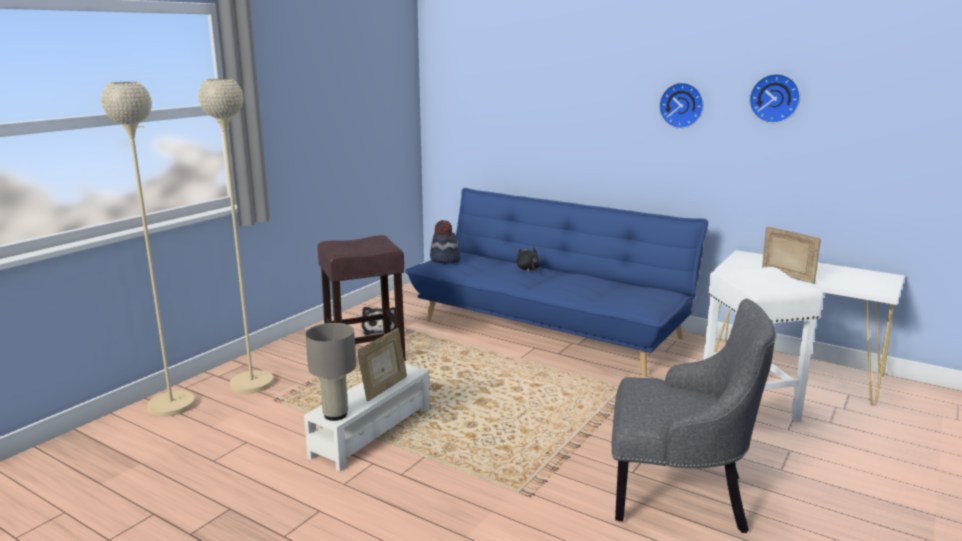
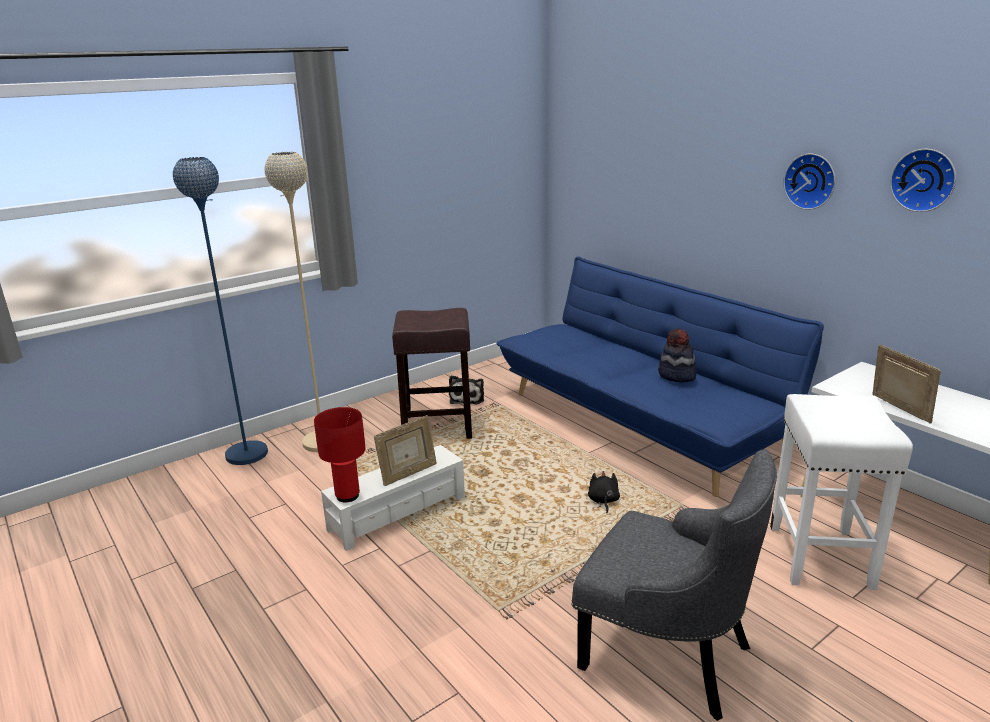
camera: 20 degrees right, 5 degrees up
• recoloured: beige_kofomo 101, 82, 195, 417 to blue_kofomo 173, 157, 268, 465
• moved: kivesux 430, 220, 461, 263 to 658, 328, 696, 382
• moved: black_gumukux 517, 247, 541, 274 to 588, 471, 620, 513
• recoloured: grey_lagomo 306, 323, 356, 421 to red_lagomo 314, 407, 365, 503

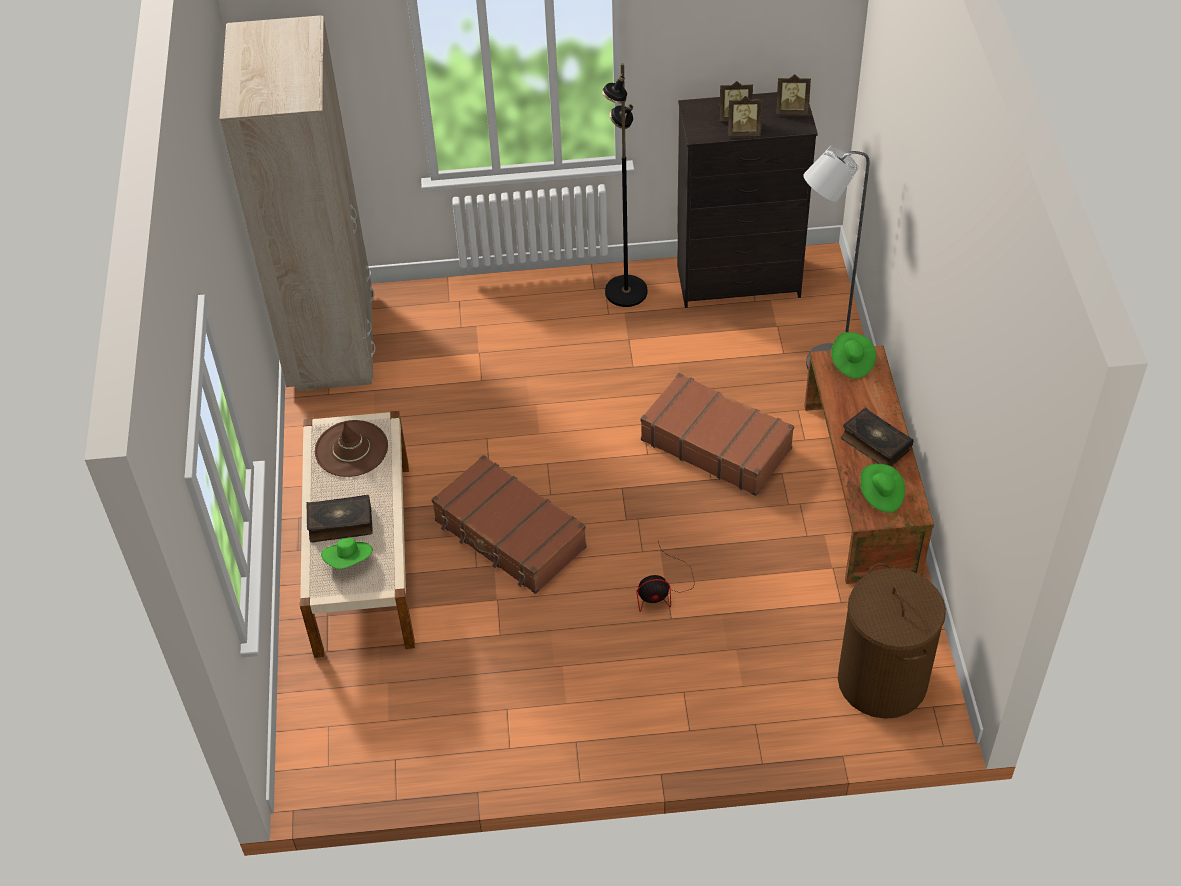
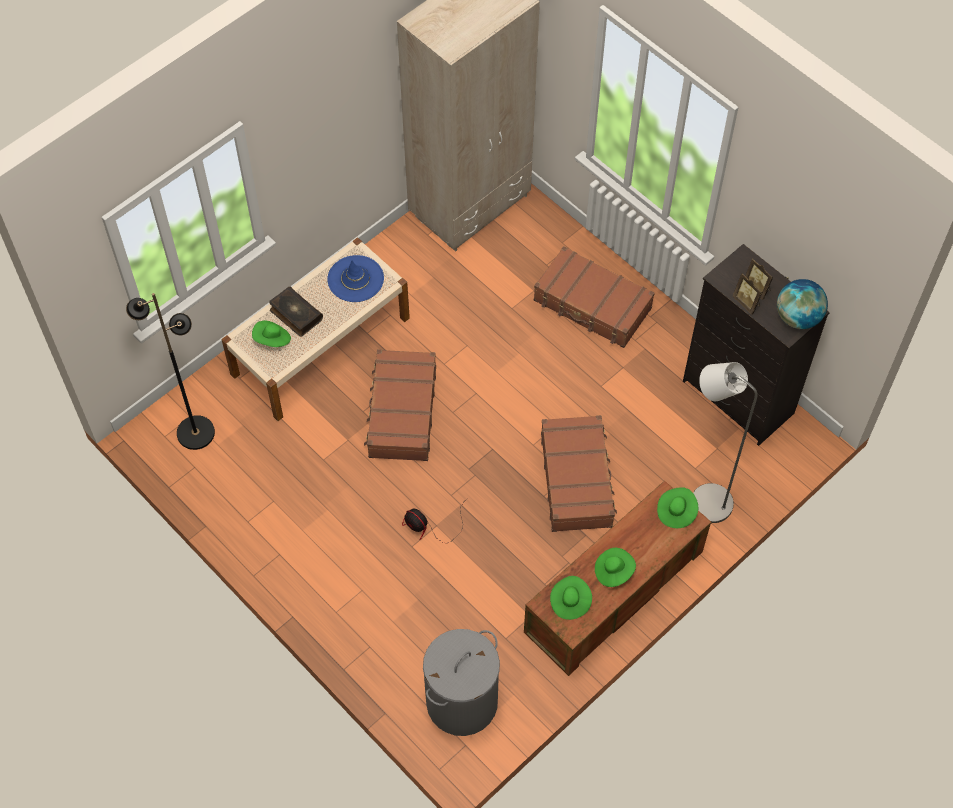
camera: 50 degrees right, 10 degrees up
• moved: black_kofomo 602, 63, 648, 307 to 126, 293, 215, 450
• replaced: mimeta 776, 74, 811, 115 to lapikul 777, 279, 828, 329
• replaced: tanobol 841, 408, 914, 467 to green_kivesux 595, 548, 636, 587
• recoloured: brown_kivesux 315, 420, 388, 477 to blue_kivesux 327, 255, 384, 302
• recoloured: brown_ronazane 838, 563, 946, 719 to grey_ronazane 423, 629, 500, 736
• added: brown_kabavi 534, 246, 655, 348

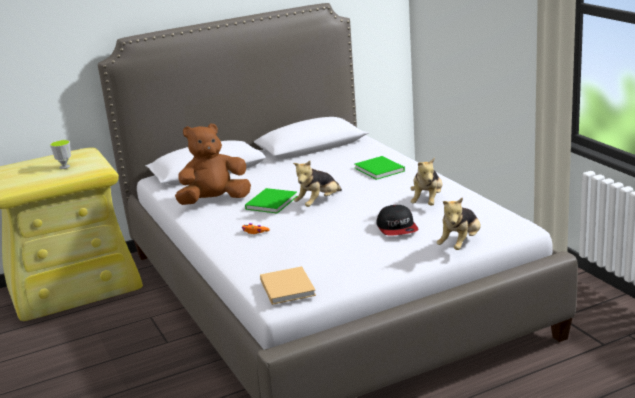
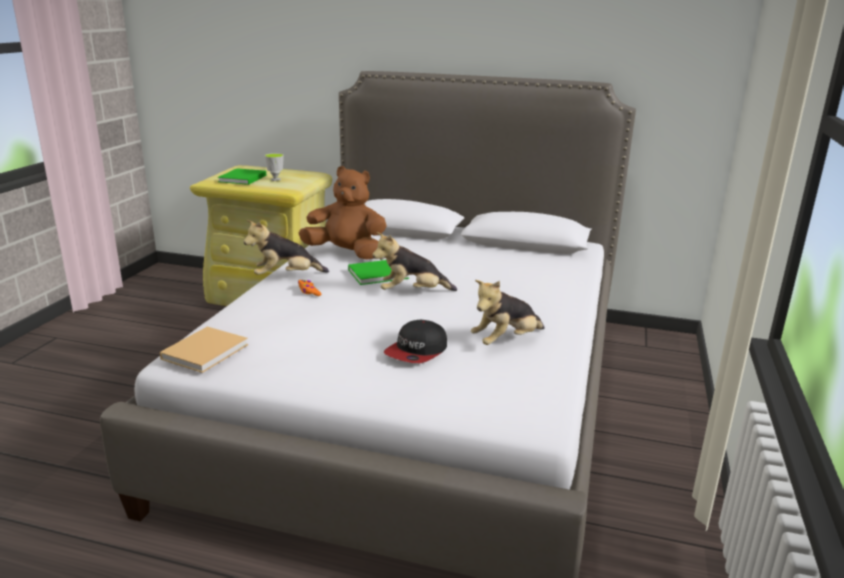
camera: 40 degrees right, 0 degrees up
• moved: green_tanobol 355, 156, 405, 180 to 218, 168, 266, 185
• moved: gumukux 436, 197, 481, 250 to 243, 220, 329, 275

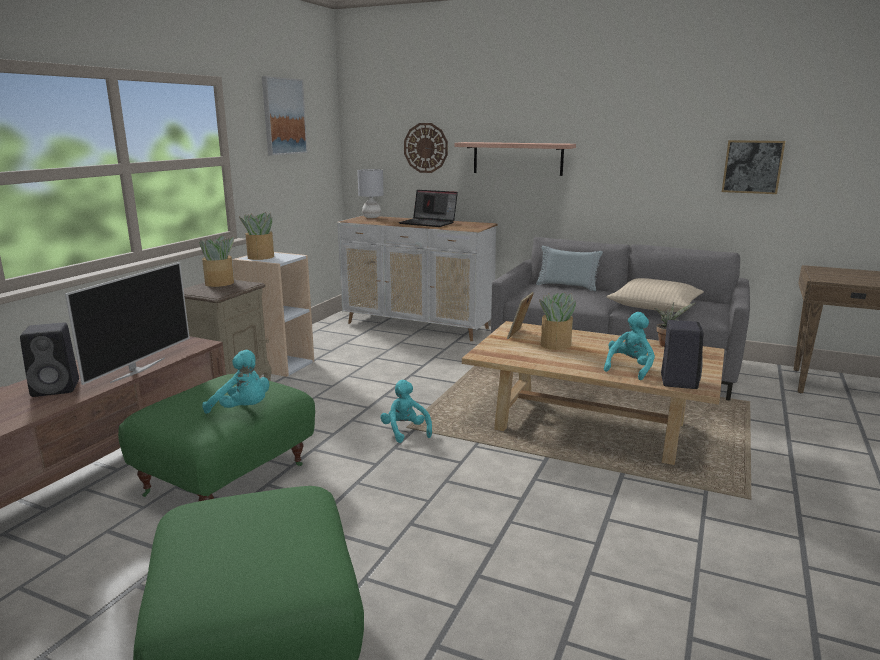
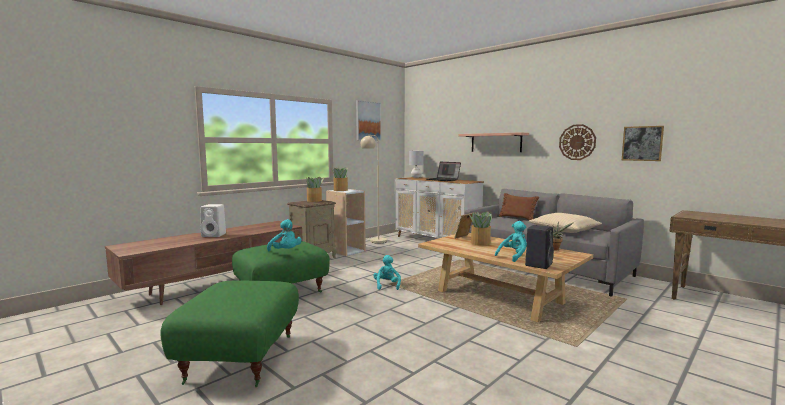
camera: 20 degrees right, 10 degrees down
• moved: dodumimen 404, 123, 448, 173 to 559, 124, 596, 160
• recoloured: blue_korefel 536, 246, 603, 292 to brown_korefel 499, 193, 539, 220
• removed: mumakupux 65, 262, 190, 385
• recoloured: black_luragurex 20, 323, 79, 397 to white_luragurex 200, 204, 226, 237
• added: beige_kofomo 361, 135, 387, 244

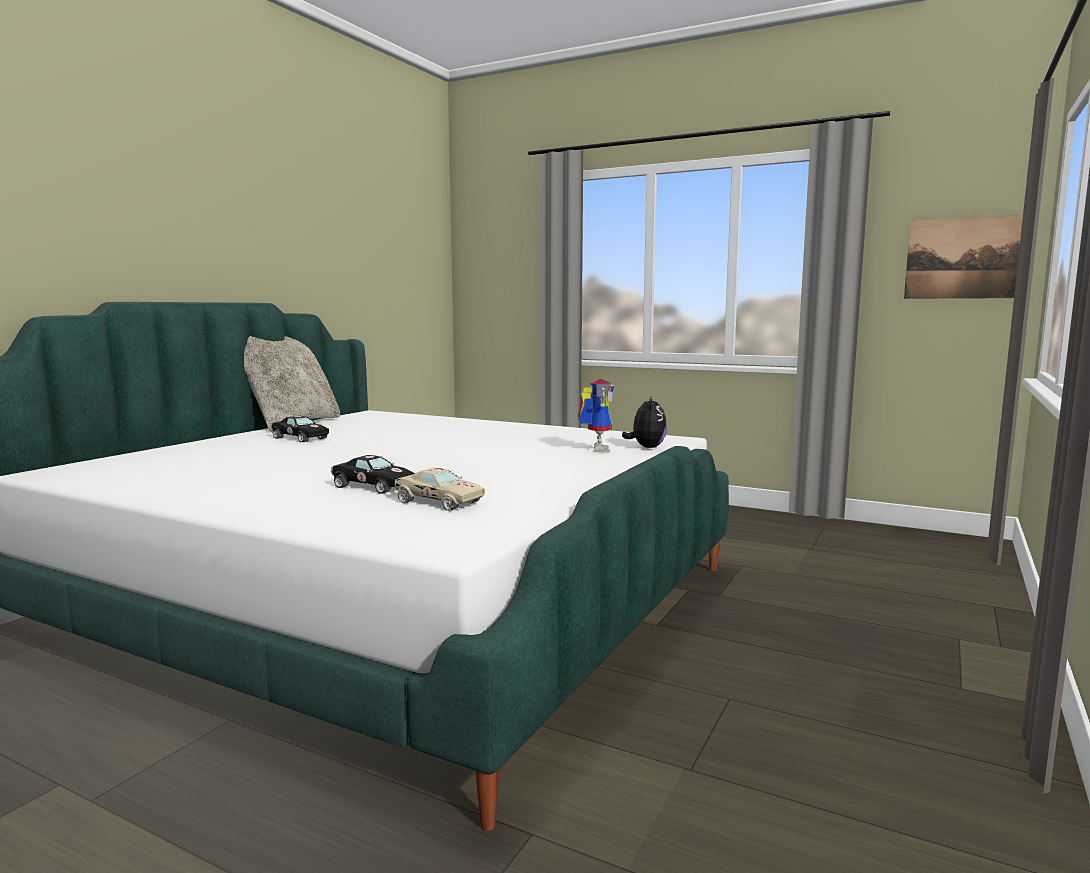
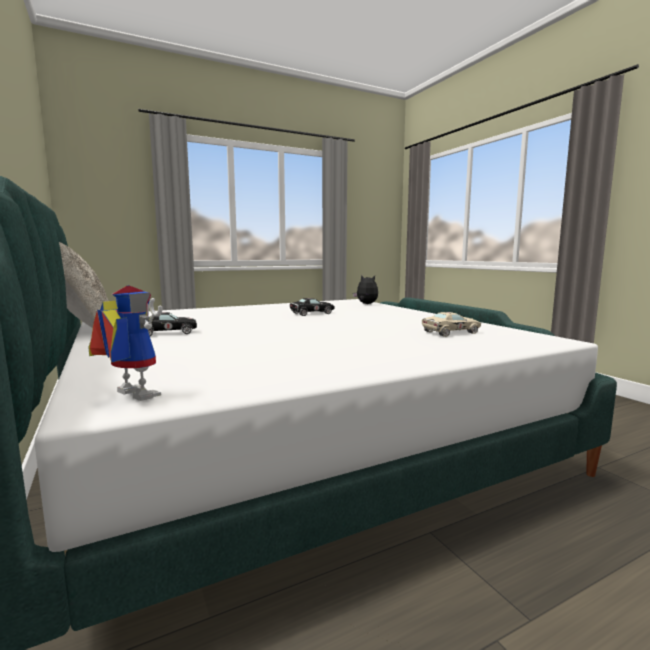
camera: 55 degrees left, 0 degrees up
• removed: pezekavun 904, 215, 1023, 299
• moved: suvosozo 578, 379, 614, 453 to 88, 286, 162, 401
• moved: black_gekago 331, 455, 415, 494 to 290, 298, 335, 316

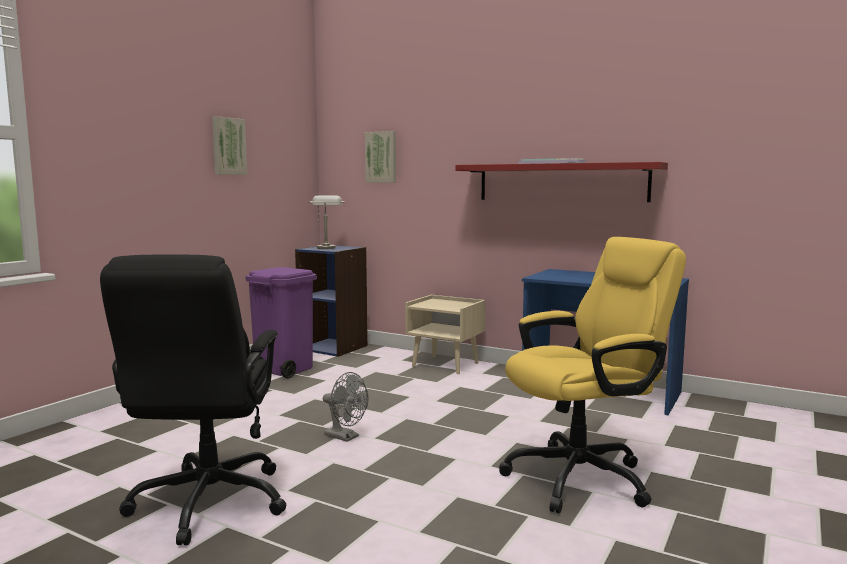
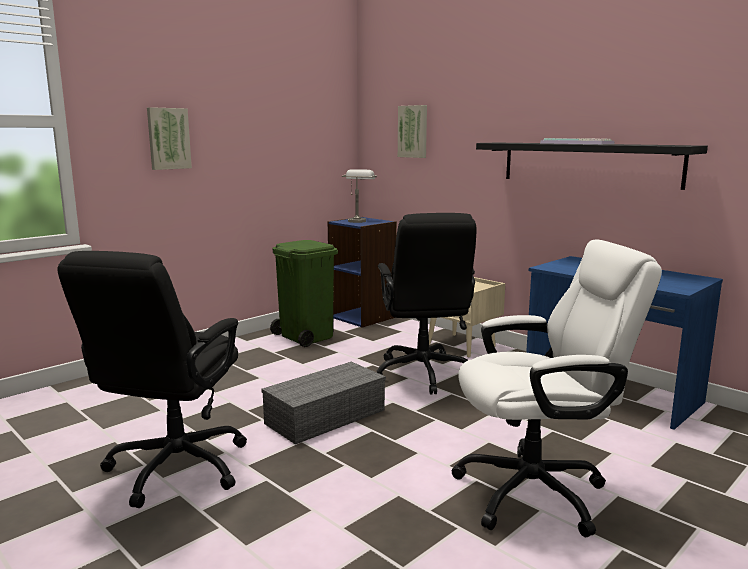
camera: 15 degrees right, 5 degrees up
• moved: pezekavun 212, 116, 247, 175 to 147, 107, 192, 170
• recoloured: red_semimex 455, 162, 668, 202 to black_semimex 476, 143, 708, 190
• recoloured: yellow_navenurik 499, 237, 686, 514 to white_navenurik 451, 239, 662, 537
• recoloured: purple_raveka 246, 267, 317, 378 to green_raveka 270, 240, 338, 347
• replaced: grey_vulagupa 323, 372, 369, 442 to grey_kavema 261, 362, 386, 444
• added: black_navenurik 377, 213, 476, 395

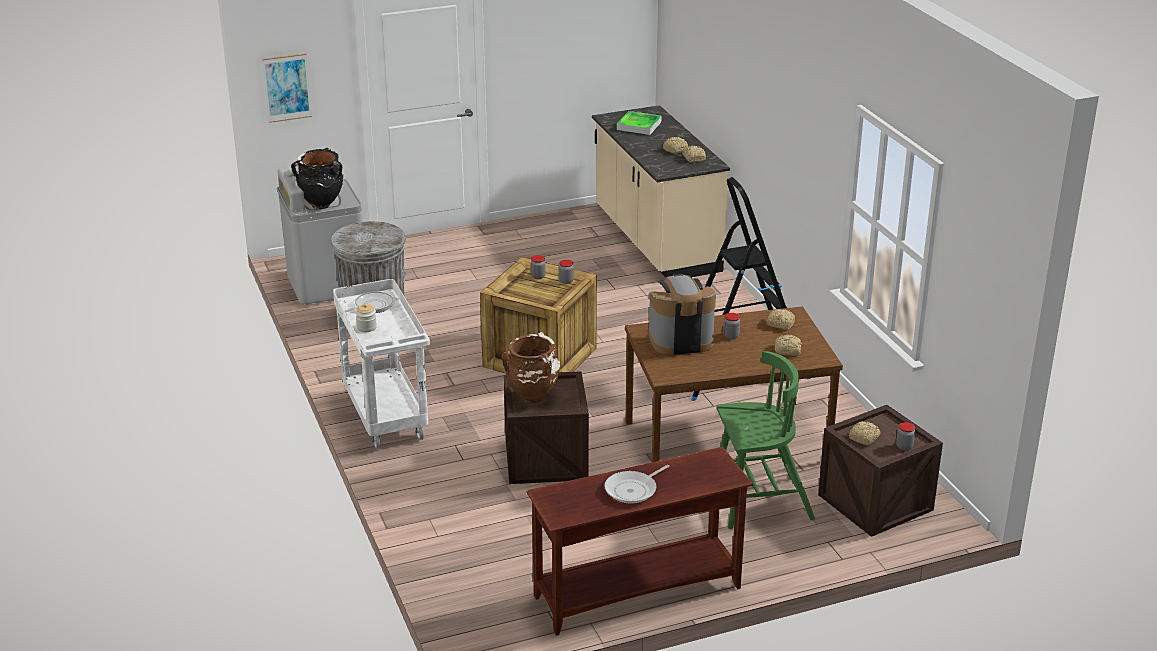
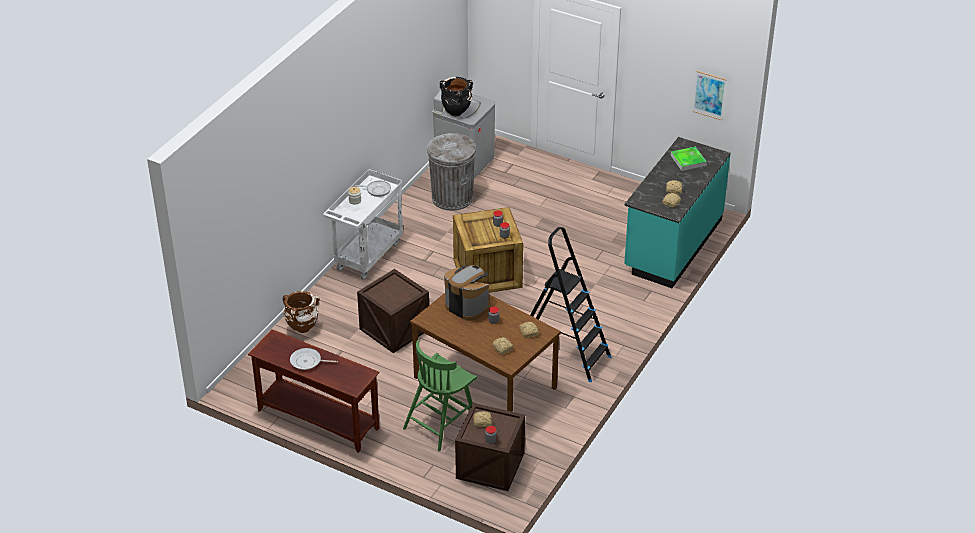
camera: 50 degrees right, 10 degrees up
• moved: pezekavun 262, 53, 312, 123 to 692, 71, 727, 120
• recoloured: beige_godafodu 592, 105, 730, 278 to turquoise_godafodu 624, 137, 731, 288
• moved: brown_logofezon 502, 332, 560, 403 to 283, 291, 320, 333
• turned: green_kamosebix 717, 351, 815, 529 = 403, 340, 477, 451 90 degrees clockwise

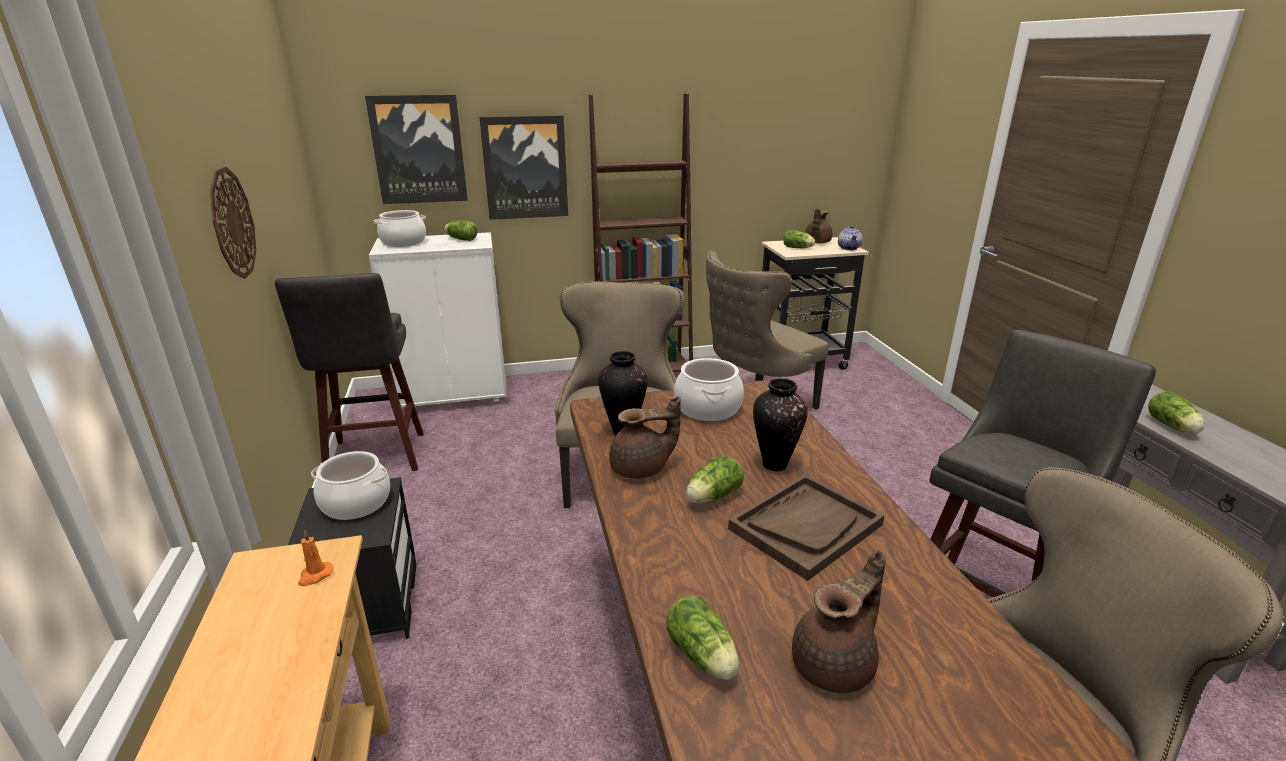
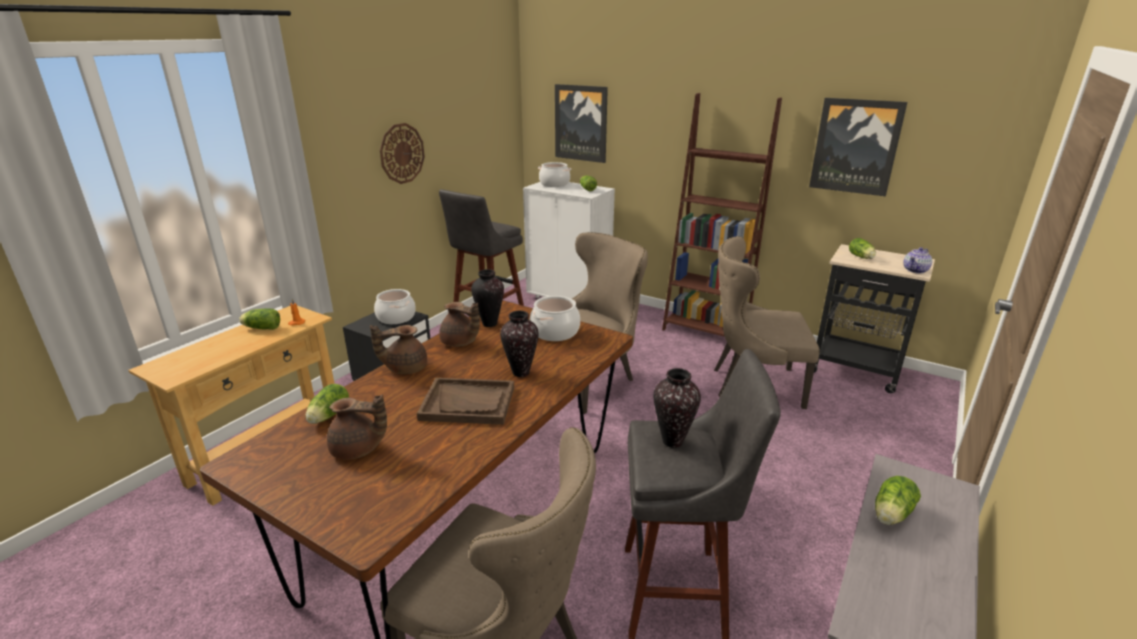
camera: 45 degrees right, 0 degrees up
• moved: pezekavun 480, 115, 568, 220 to 809, 98, 907, 196
• moved: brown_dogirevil 805, 209, 832, 243 to 370, 325, 427, 374
• moved: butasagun 686, 456, 744, 504 to 239, 309, 280, 330
• added: logofezon 654, 368, 701, 448

